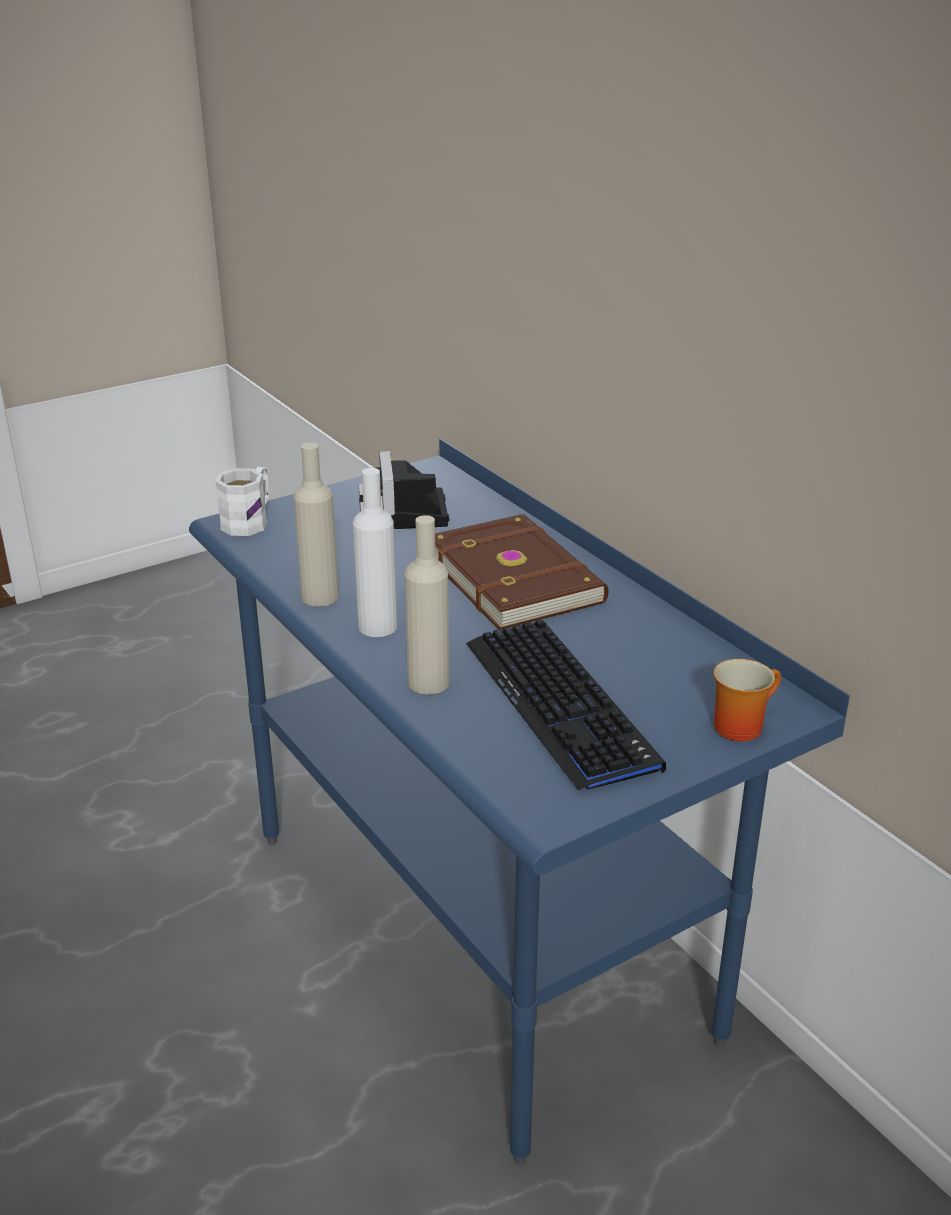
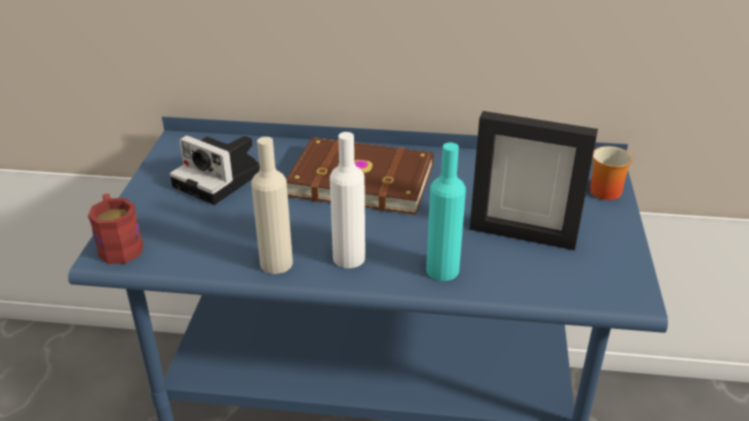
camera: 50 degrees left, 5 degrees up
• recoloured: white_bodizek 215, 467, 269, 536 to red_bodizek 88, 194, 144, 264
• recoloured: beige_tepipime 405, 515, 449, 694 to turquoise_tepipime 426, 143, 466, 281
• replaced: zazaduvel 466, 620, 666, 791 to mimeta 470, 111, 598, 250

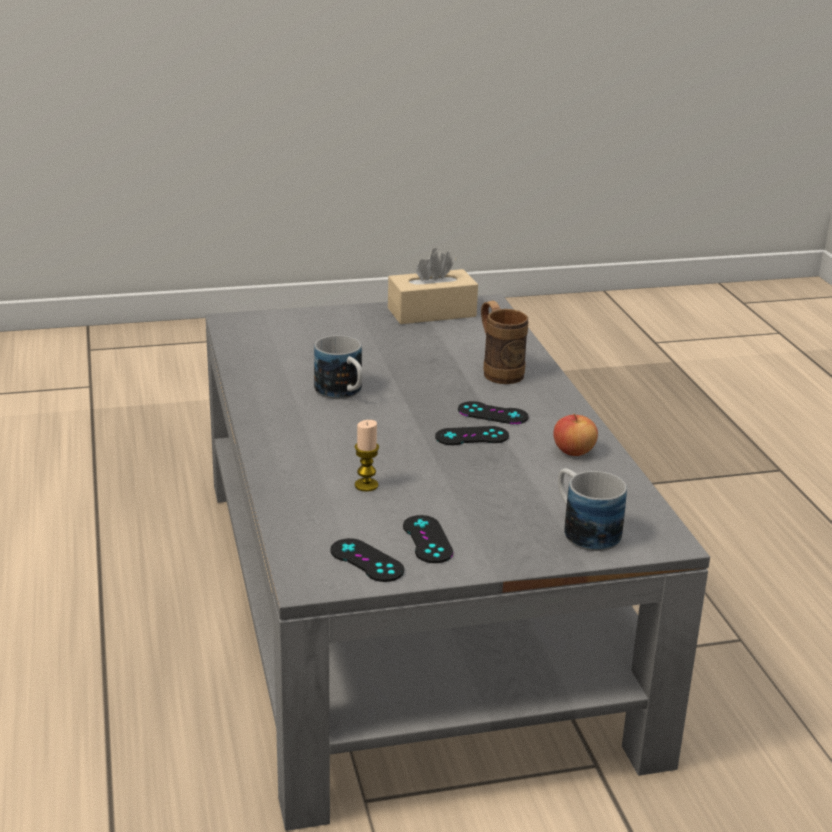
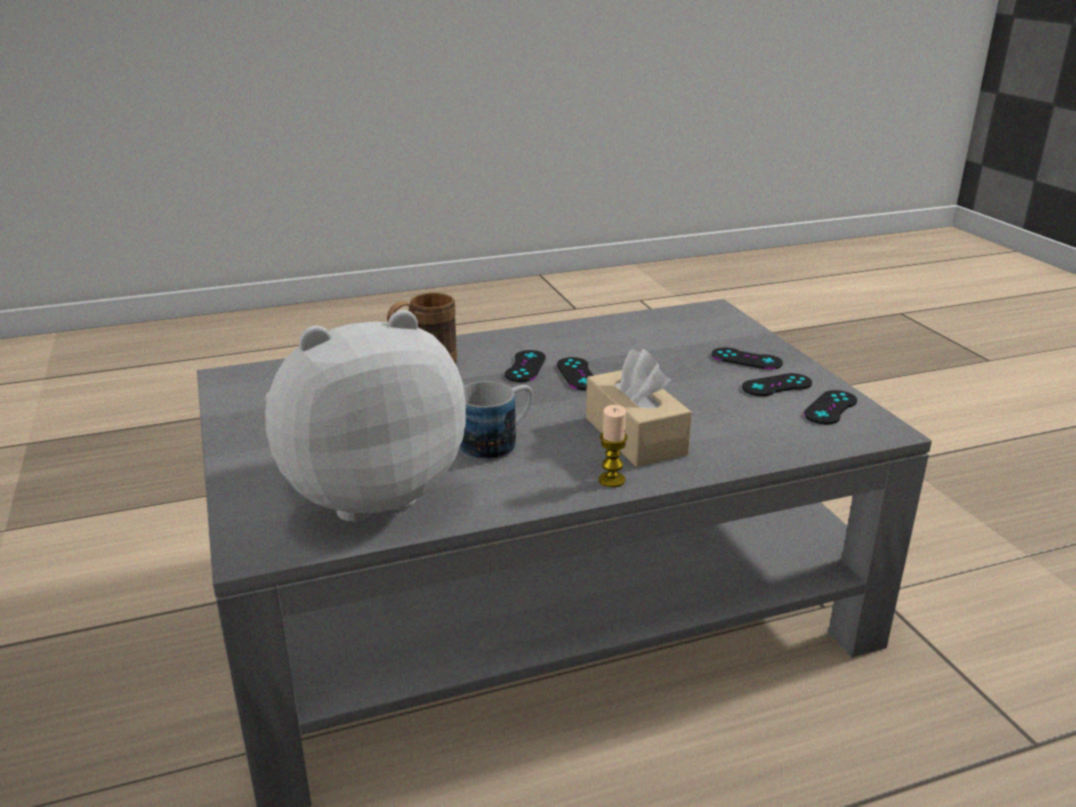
camera: 95 degrees left, 0 degrees up
• moved: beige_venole 388, 248, 478, 324 to 586, 349, 692, 467
• removed: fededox 553, 414, 598, 456
• moved: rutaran 355, 420, 379, 492 to 599, 405, 628, 487
• removed: bodizek 558, 468, 627, 551
• added: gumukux 265, 310, 466, 522
• added: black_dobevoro 712, 347, 783, 369

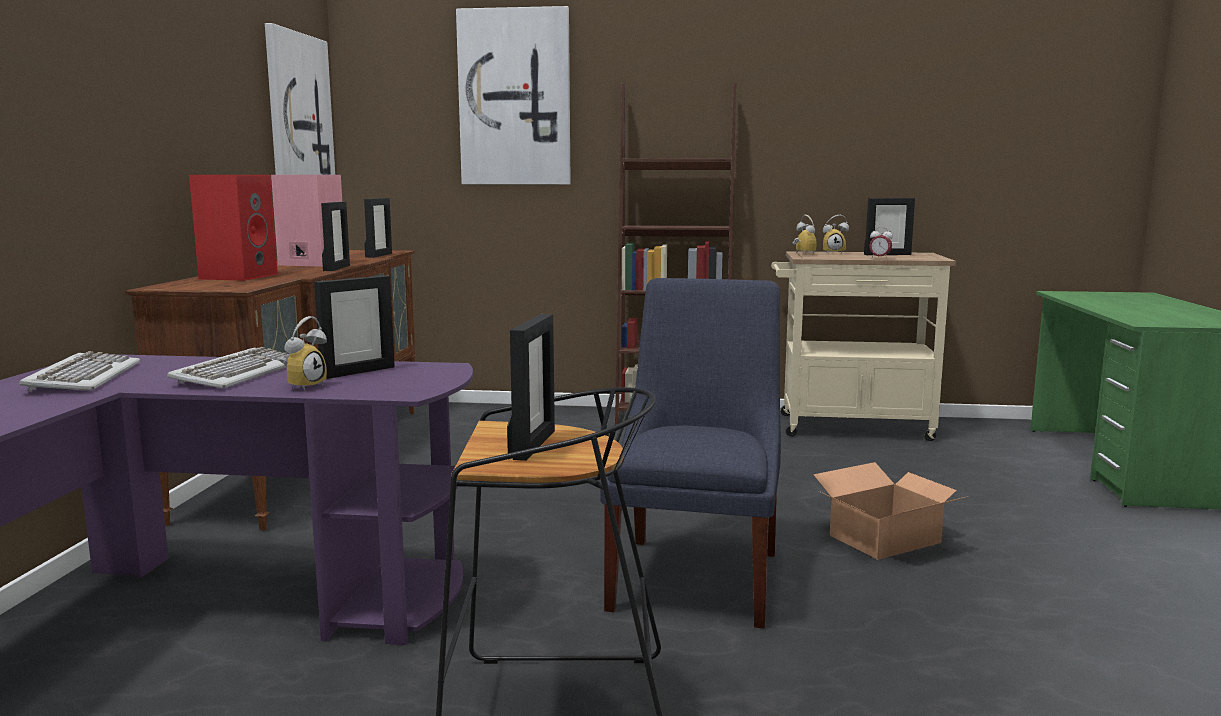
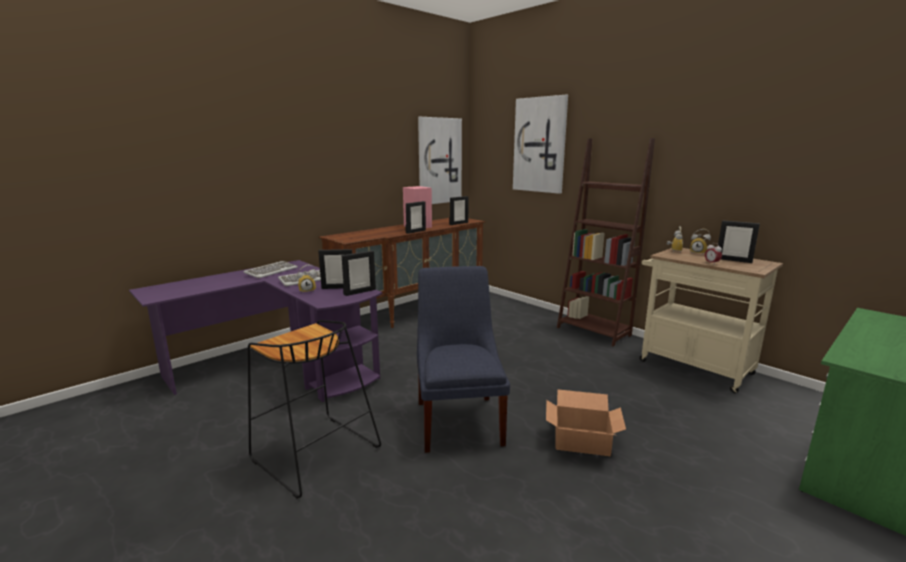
camera: 40 degrees right, 5 degrees up
• removed: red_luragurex 189, 175, 278, 281
• turned: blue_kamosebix 600, 278, 781, 629 = 417, 266, 510, 453 60 degrees counterclockwise
• moved: mimeta 507, 314, 555, 461 to 341, 251, 376, 296

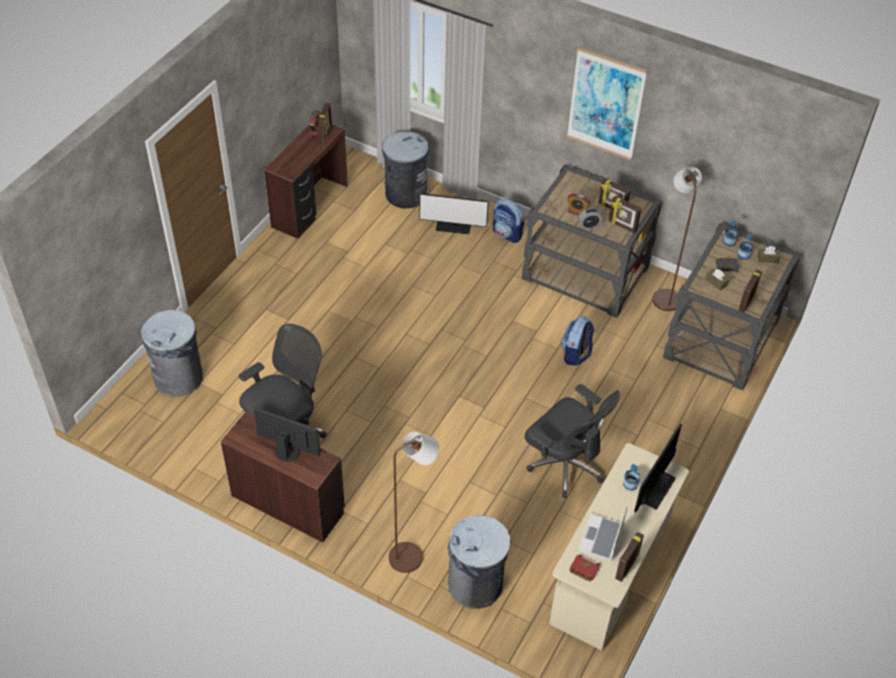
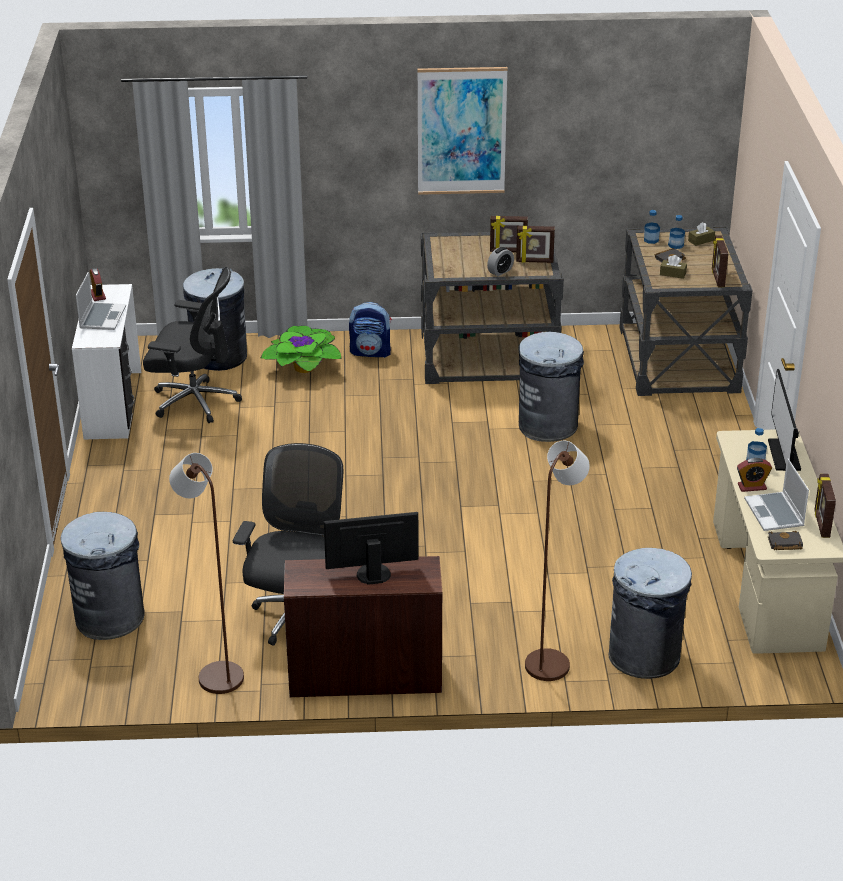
camera: 30 degrees left, 15 degrees down
• removed: mimeta 318, 102, 332, 142
• recoloured: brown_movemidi 264, 124, 348, 239 to white_movemidi 72, 284, 141, 440
• moved: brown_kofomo 652, 167, 702, 311 to 169, 453, 244, 694
• replaced: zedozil 419, 193, 489, 234 to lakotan 260, 326, 342, 373
• moved: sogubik 567, 193, 591, 216 to 737, 458, 772, 492
• replaced: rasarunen 561, 316, 594, 366 to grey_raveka 518, 332, 584, 442
• moved: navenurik 525, 384, 620, 498 to 143, 267, 242, 423
• recoloured: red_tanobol 570, 554, 600, 582 to black_tanobol 768, 531, 803, 550
• added: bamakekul 76, 272, 126, 330

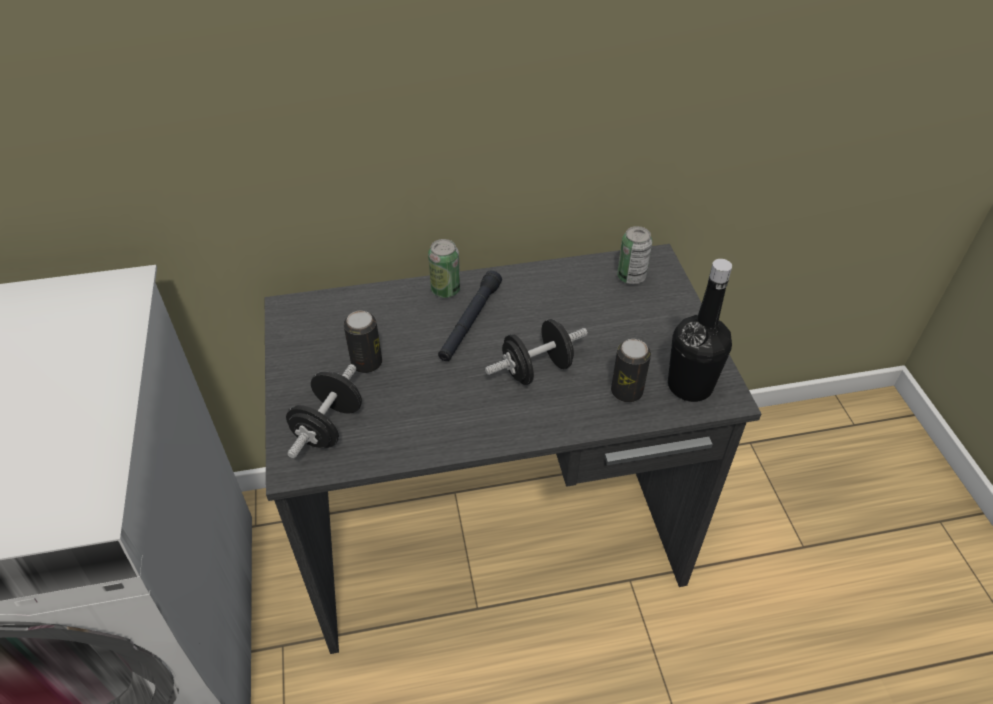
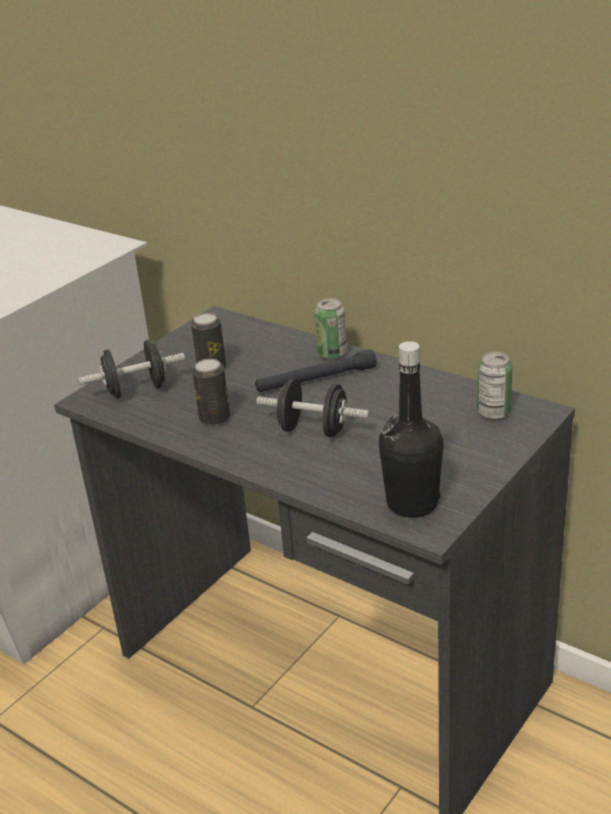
camera: 50 degrees right, 15 degrees down
• moved: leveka 611, 339, 651, 402 to 192, 359, 230, 426

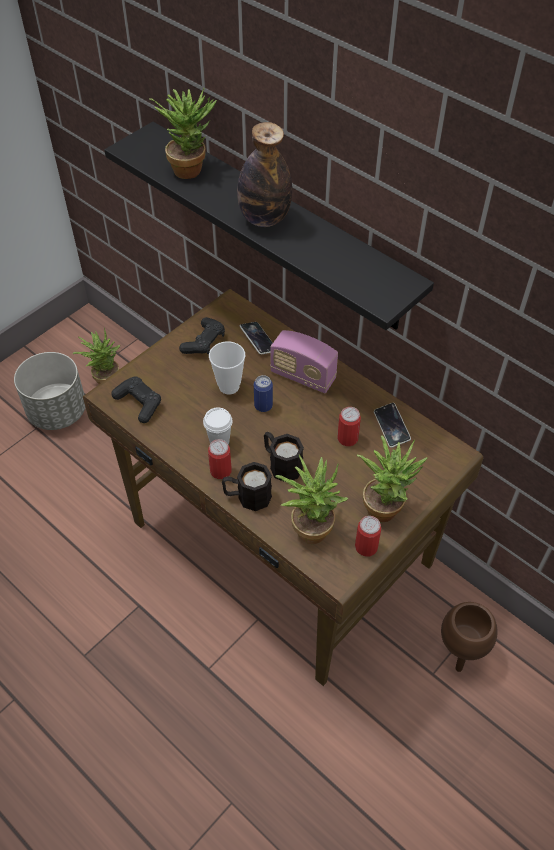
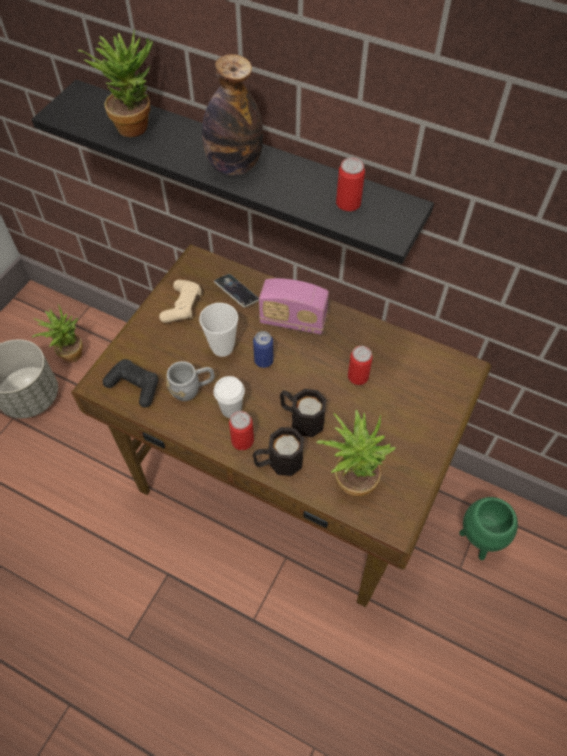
camera: 15 degrees left, 5 degrees up
• recoloured: black_dobevoro 179, 317, 225, 355 to beige_dobevoro 159, 280, 201, 323
• removed: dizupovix 374, 403, 411, 448
• removed: lakotan 357, 435, 428, 522
• moved: leveka 355, 516, 381, 557 to 336, 158, 365, 211
• recoloured: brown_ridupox 441, 602, 498, 672 to green_ridupox 459, 497, 518, 560
• added: grey_bodizek 166, 361, 215, 401

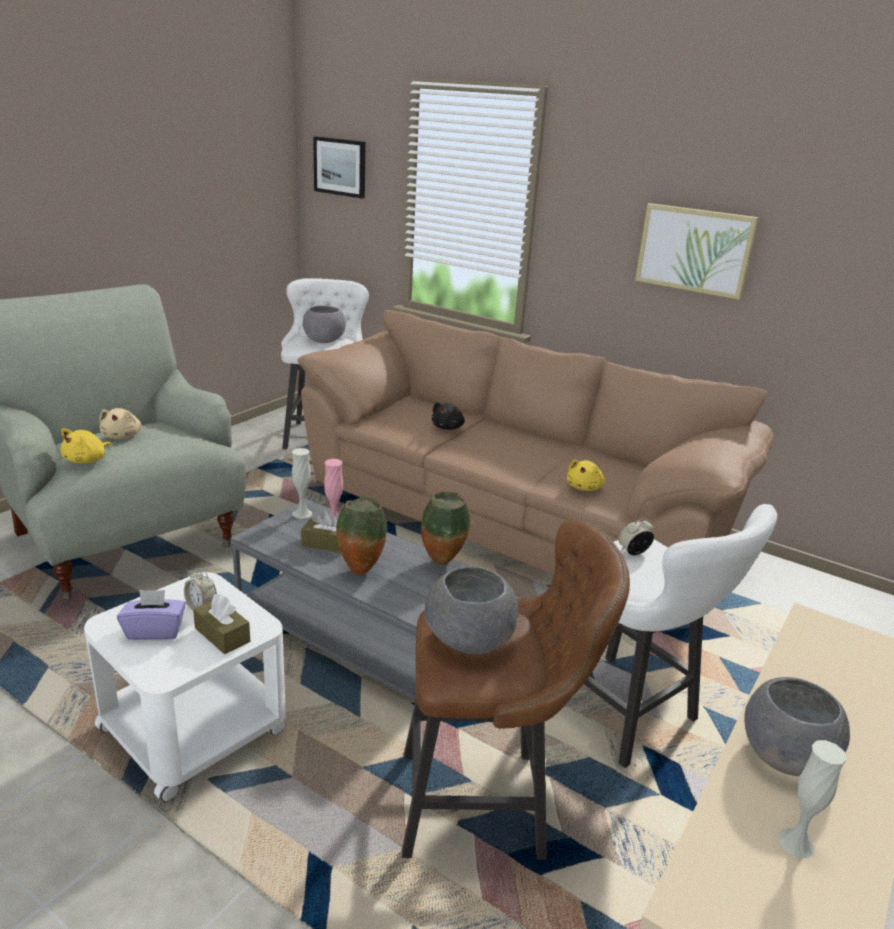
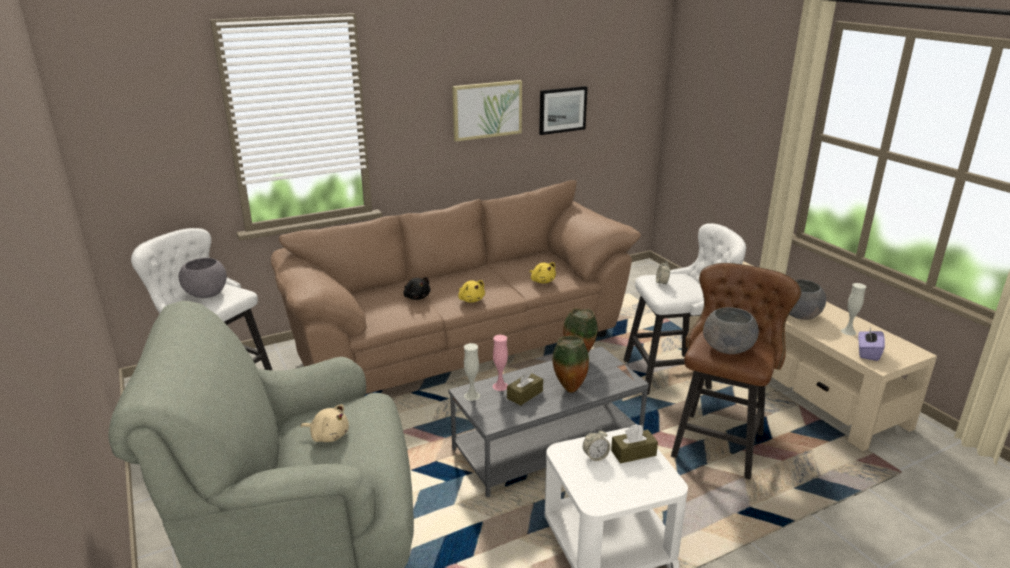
camera: 60 degrees left, 0 degrees up
• moved: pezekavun 313, 136, 365, 198 to 539, 86, 588, 135
• moved: yellow_gumukux 60, 428, 112, 463 to 458, 280, 485, 303
• moved: purple_venole 117, 589, 186, 640 to 858, 327, 885, 361

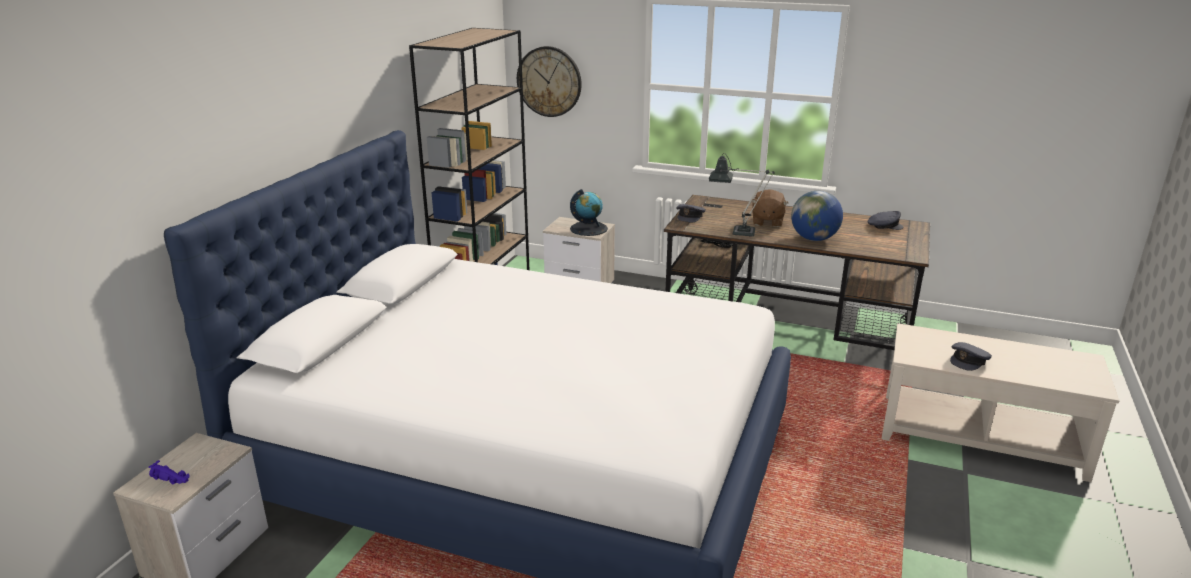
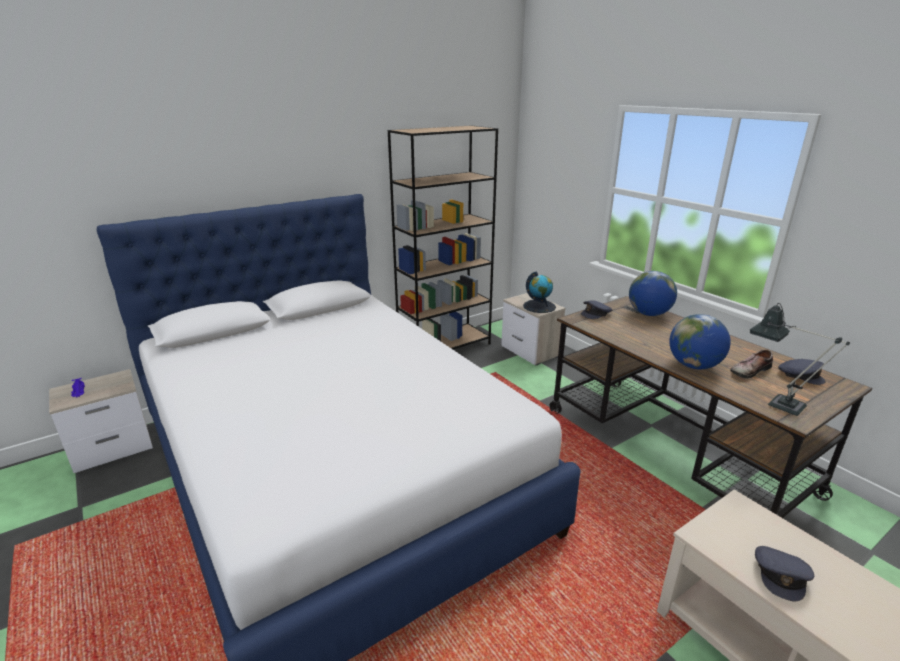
camera: 35 degrees right, 0 degrees up
• removed: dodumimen 517, 46, 582, 117
• moved: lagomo 709, 153, 775, 237 to 750, 303, 850, 416
• removed: brown_gumukux 752, 189, 788, 227
• turned: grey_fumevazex 950, 342, 992, 371 = 755, 546, 814, 601 60 degrees counterclockwise
• added: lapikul 629, 271, 677, 316
• added: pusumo 730, 350, 773, 379

